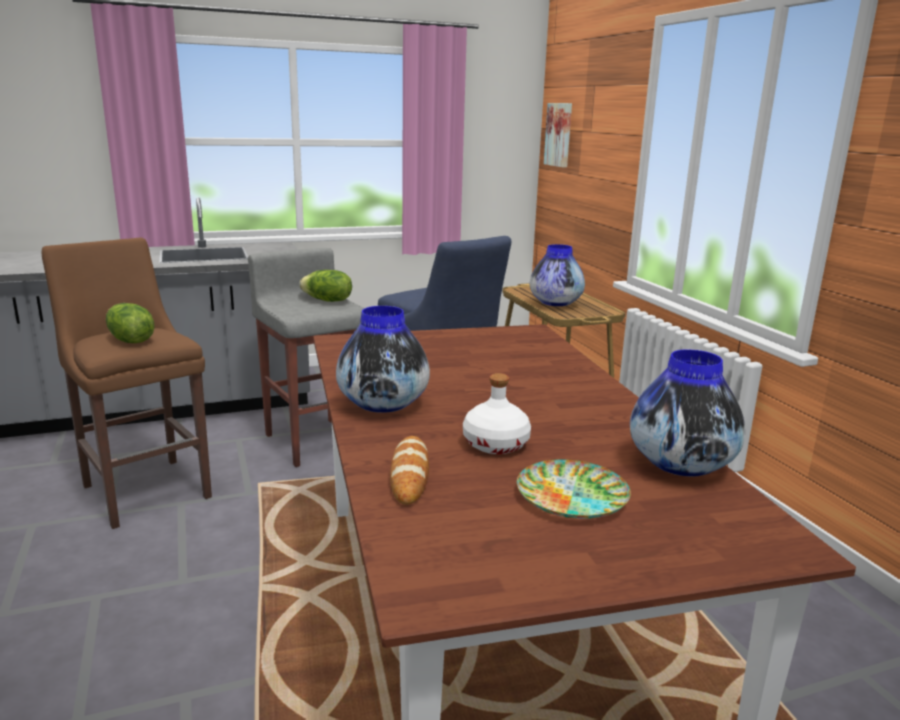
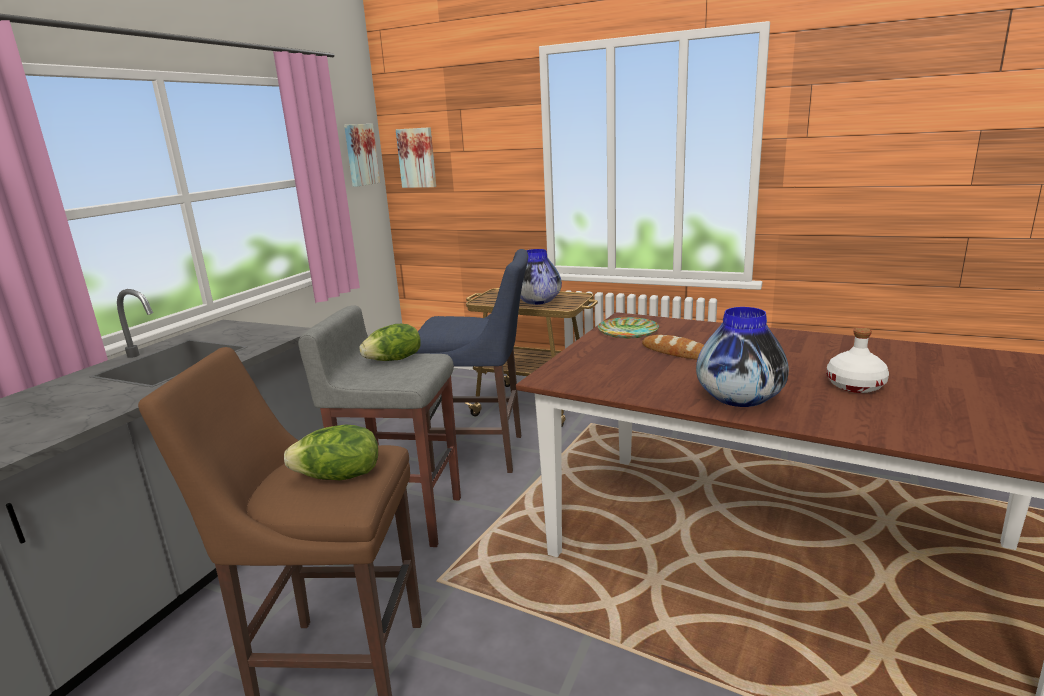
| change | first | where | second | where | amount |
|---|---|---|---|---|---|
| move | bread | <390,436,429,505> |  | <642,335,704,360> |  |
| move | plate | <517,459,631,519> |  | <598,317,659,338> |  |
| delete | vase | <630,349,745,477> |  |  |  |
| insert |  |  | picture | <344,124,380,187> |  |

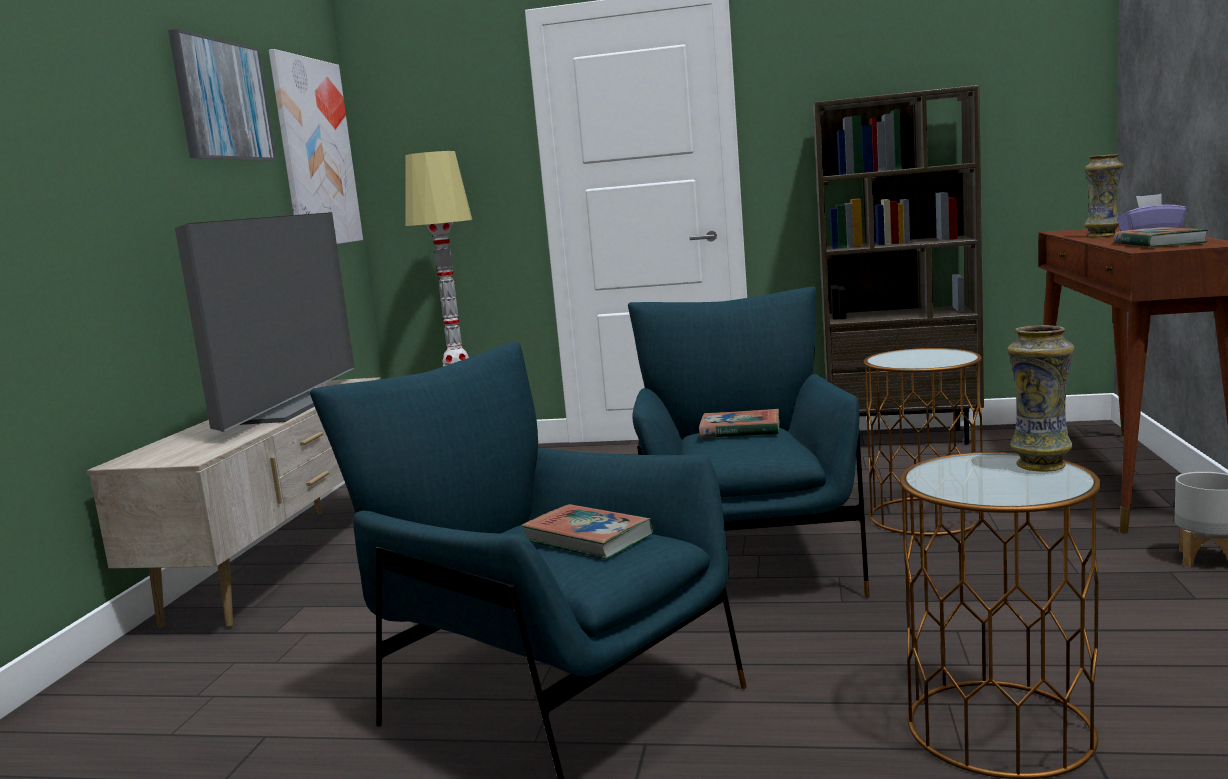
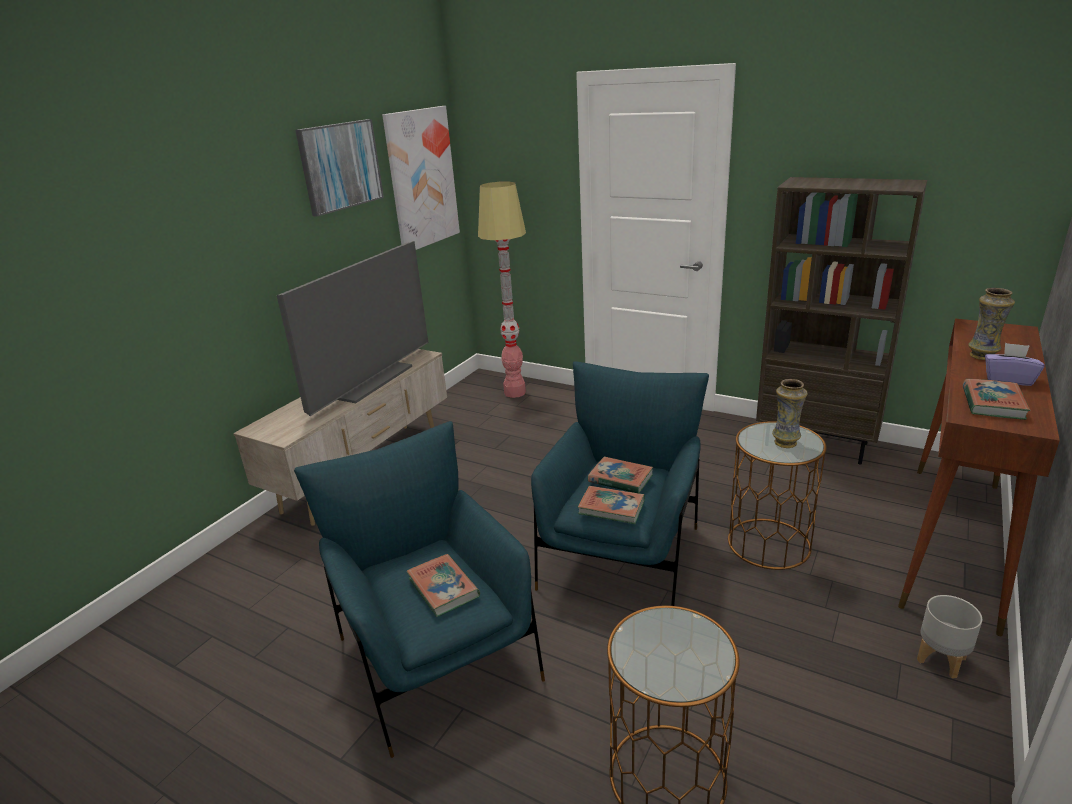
| change | first | where | second | where | amount |
|---|---|---|---|---|---|
| move | vase | <1008,325,1074,472> |  | <772,379,808,448> |  |
| insert |  |  | book | <578,486,645,524> |  |

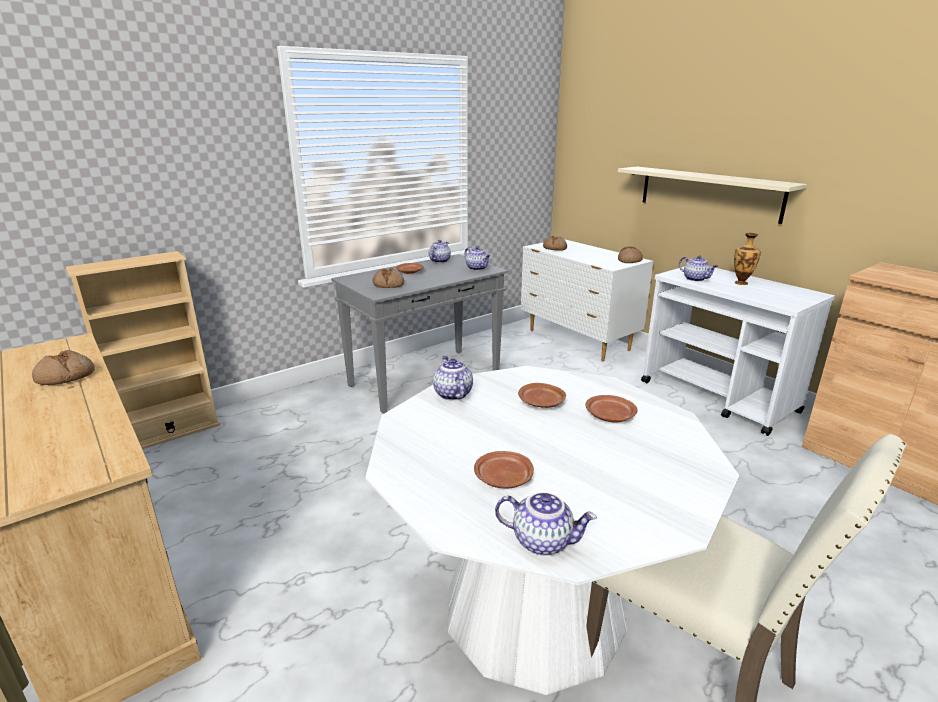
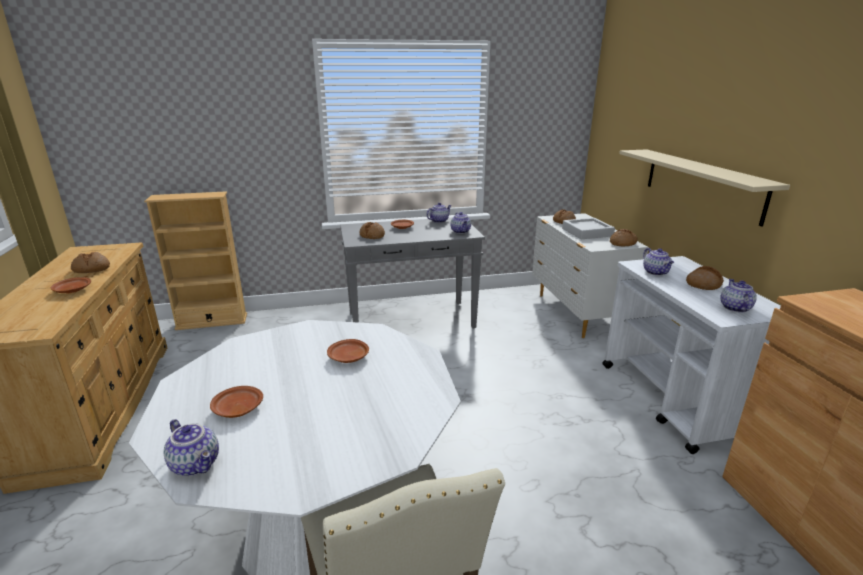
| change | first | where | second | where | amount |
|---|---|---|---|---|---|
| move | teapot | <433,356,473,400> |  | <721,279,757,313> |  |
| move | plate/brown | <586,395,638,423> |  | <51,277,91,294> |  |
| replace | vase | <734,233,761,285> | bread | <686,266,724,290> |  |
| insert |  |  | tray/grey | <562,218,615,239> |  |

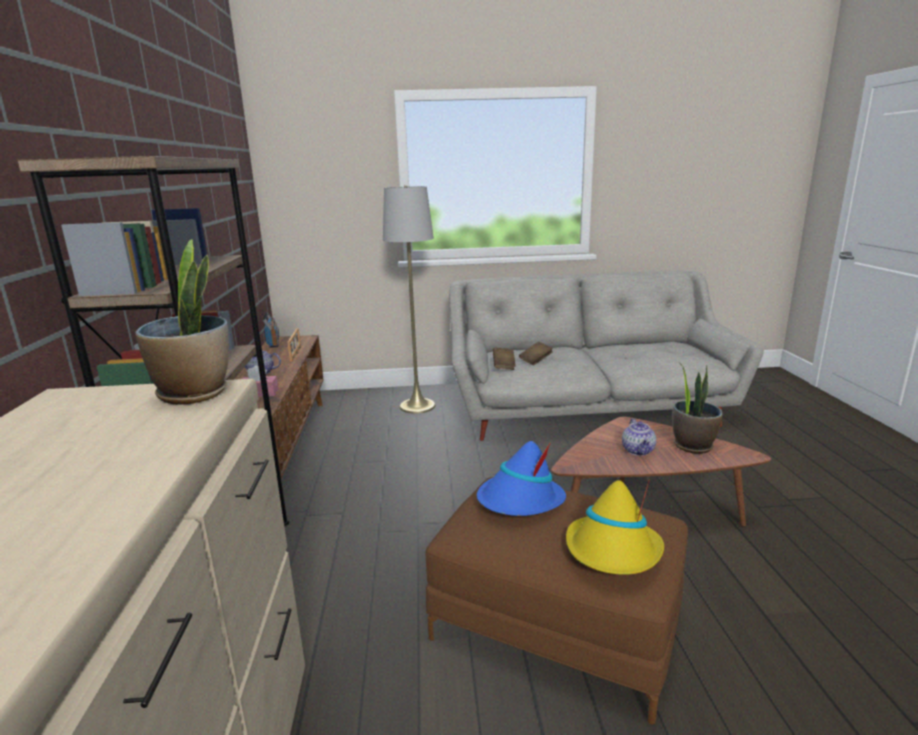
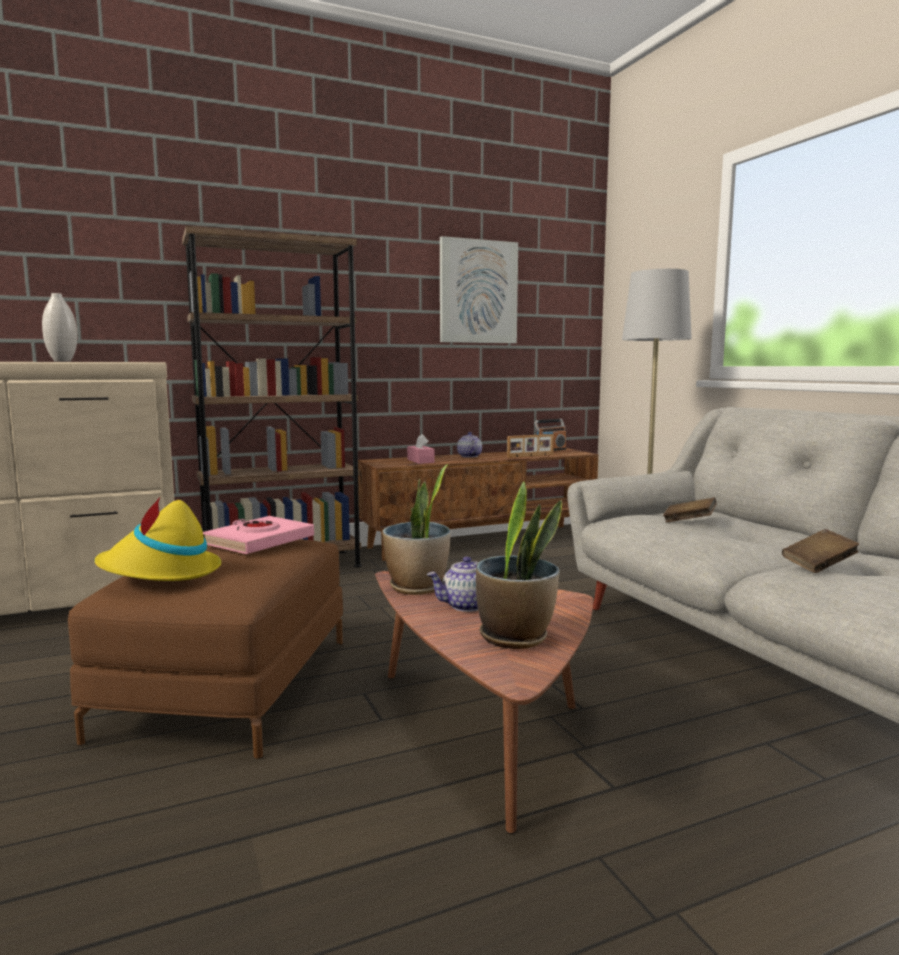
| change | first | where | second | where | amount |
|---|---|---|---|---|---|
| move | potted plant | <136,239,229,405> |  | <382,464,451,595> |  |
| replace | hat/blue | <477,441,566,516> | book/pink | <203,516,314,554> |  |
| move | book/brown | <493,348,516,370> |  | <782,529,859,573> |  |
| insert |  |  | vase/white | <42,293,77,362> |  |
| insert |  |  | picture | <440,236,518,343> |  |

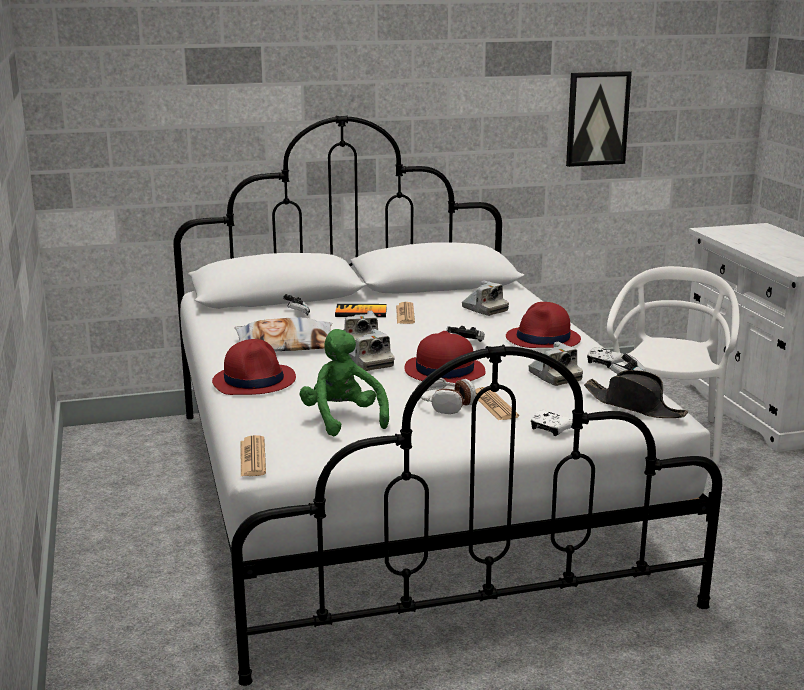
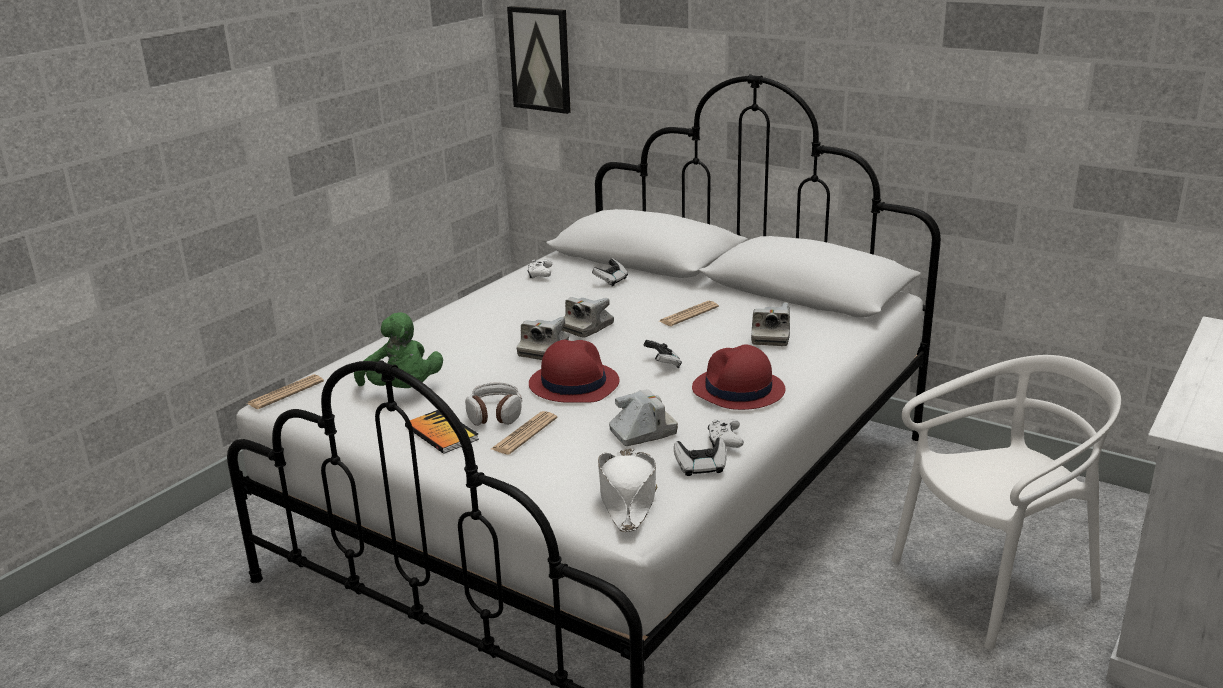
| change | first | where | second | where | amount |
|---|---|---|---|---|---|
| delete | hat/red | <212,339,296,395> |  |  |  |
| delete | pillow | <234,317,332,351> |  |  |  |
| rotate | plush toy/green | <299,329,389,436> |  | <354,312,443,388> | 120 degrees clockwise |
| move | book | <335,304,387,317> |  | <405,410,479,454> |  |
| rotate | photo camera | <528,342,583,386> |  | <609,389,678,446> | 135 degrees counterclockwise |
| move | game controller/white | <531,410,573,436> |  | <527,260,552,279> |  |
| move | picture | <566,71,632,167> |  | <507,6,571,114> |  |
| recolor | hat/black | <584,370,688,418> | hat/white | <598,448,657,532> |  |

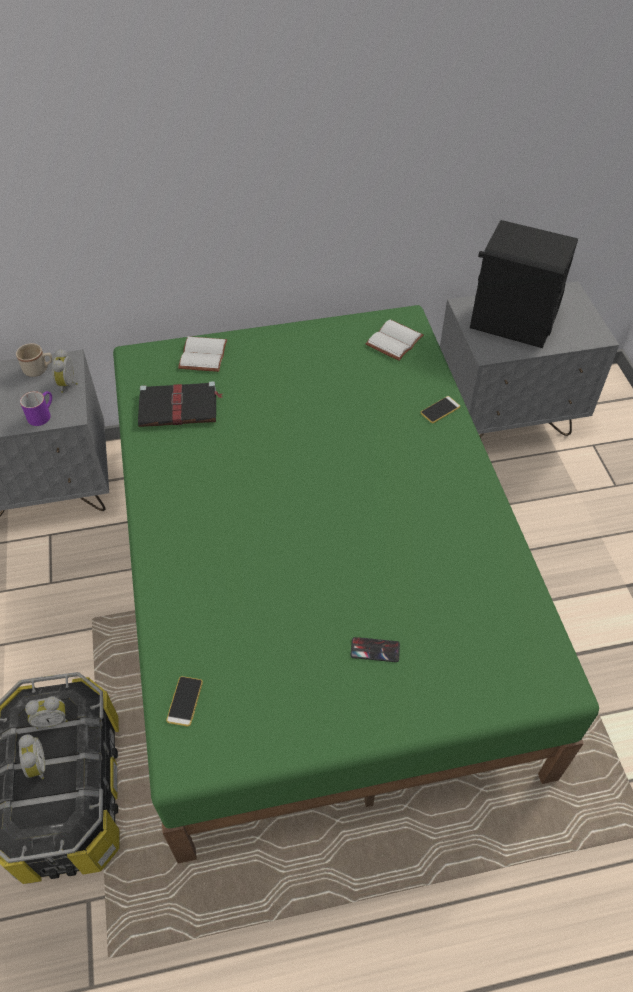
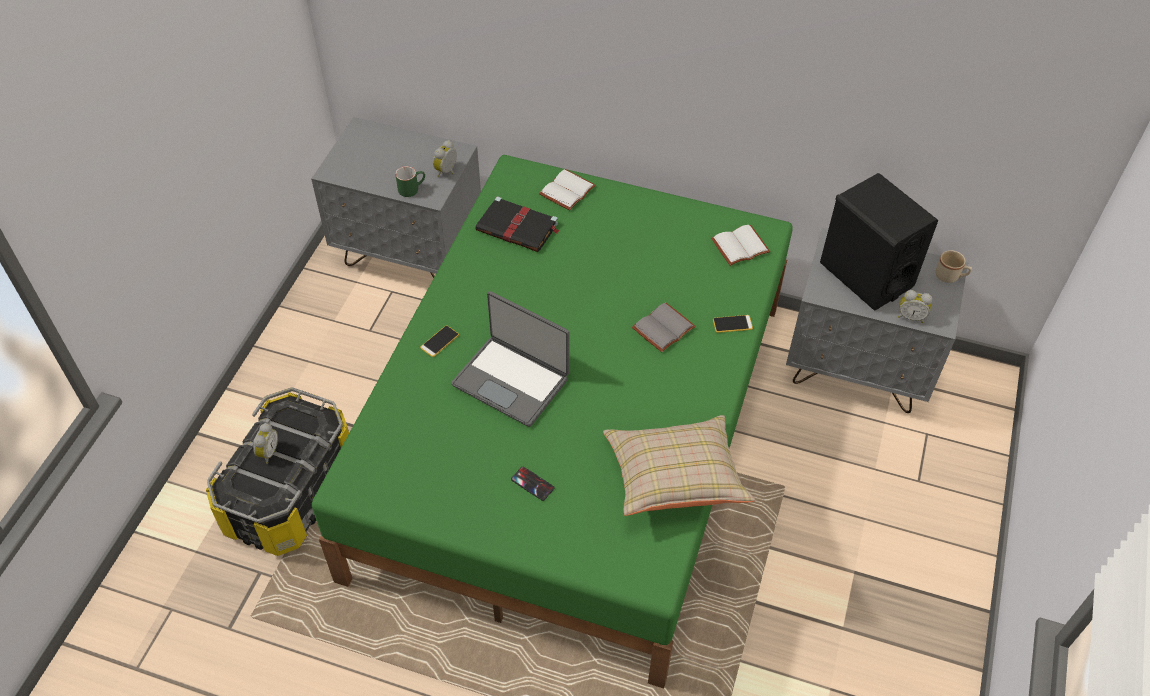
| change | first | where | second | where | amount |
|---|---|---|---|---|---|
| move | mug/beige | <16,343,52,377> |  | <935,250,972,283> |  |
| recolor | mug/purple | <20,391,52,426> | mug/green | <395,166,425,197> |  |
| move | alarm clock | <25,696,68,729> |  | <898,290,932,323> |  |
| move | phone | <166,676,203,726> |  | <420,325,459,357> |  |
| insert |  |  | laptop | <451,291,570,427> |  |
| insert |  |  | pillow/beige | <603,415,755,516> |  |
| insert |  |  | book/grey | <632,302,696,352> |  |

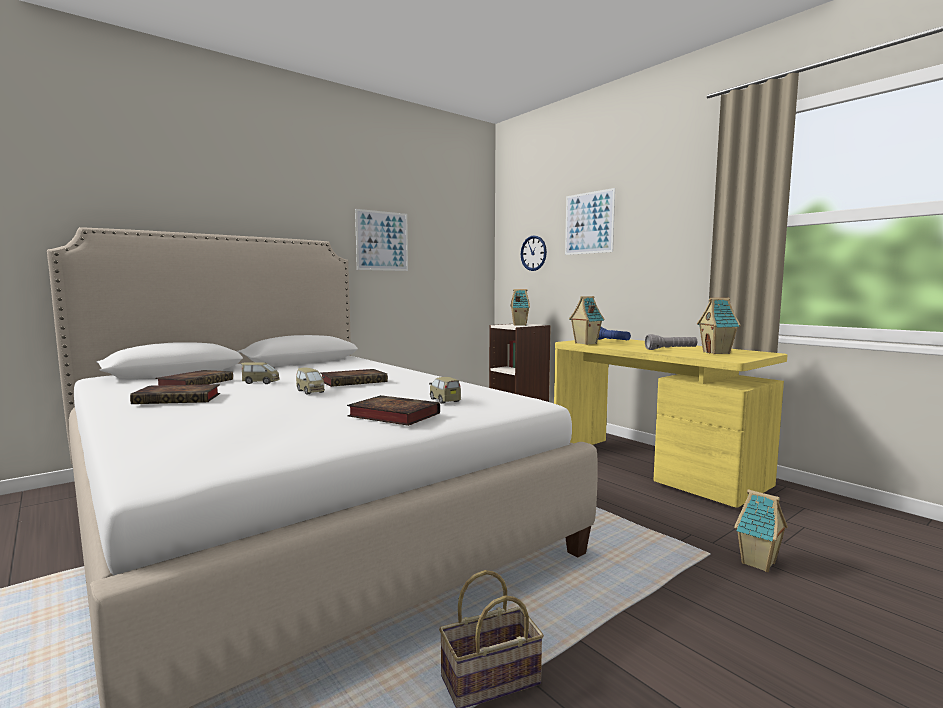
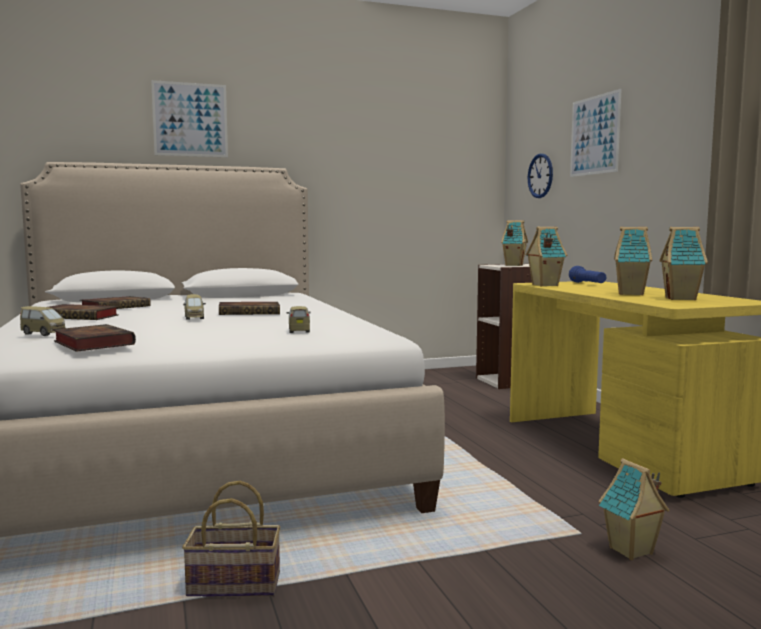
| change | first | where | second | where | amount |
|---|---|---|---|---|---|
| move | toy car | <241,362,280,384> |  | <20,306,65,336> |  |
| move | book | <347,395,440,426> |  | <53,324,136,352> |  |
| move | picture | <355,209,408,271> |  | <151,80,228,157> |  |
| replace | flashlight/grey | <645,334,697,350> | toy house | <614,227,652,295> |  |

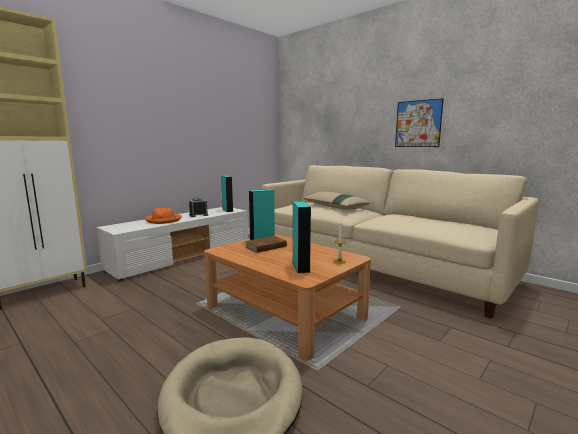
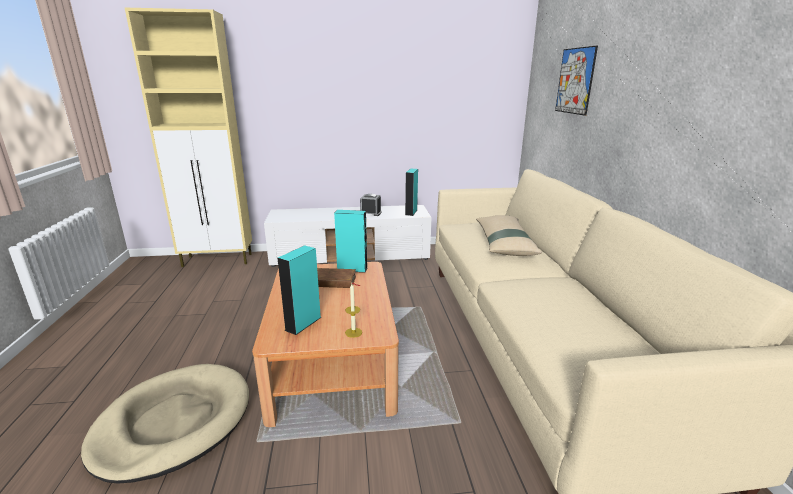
| change | first | where | second | where | amount |
|---|---|---|---|---|---|
| delete | hat/orange | <145,208,182,224> |  |  |  |
| move | picture | <395,98,444,147> |  | <555,46,598,116> |  |

